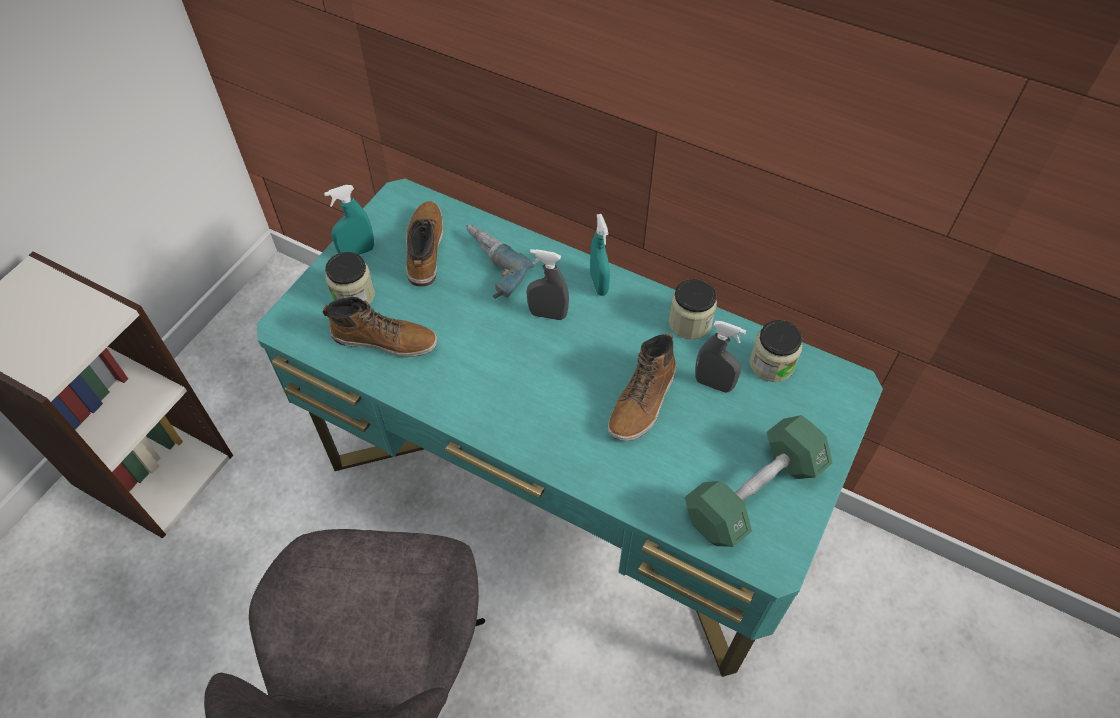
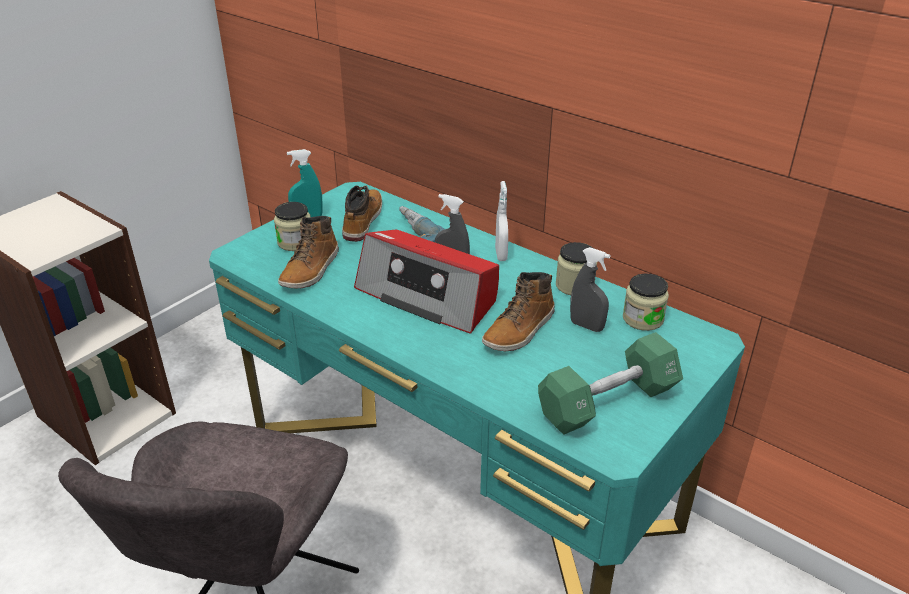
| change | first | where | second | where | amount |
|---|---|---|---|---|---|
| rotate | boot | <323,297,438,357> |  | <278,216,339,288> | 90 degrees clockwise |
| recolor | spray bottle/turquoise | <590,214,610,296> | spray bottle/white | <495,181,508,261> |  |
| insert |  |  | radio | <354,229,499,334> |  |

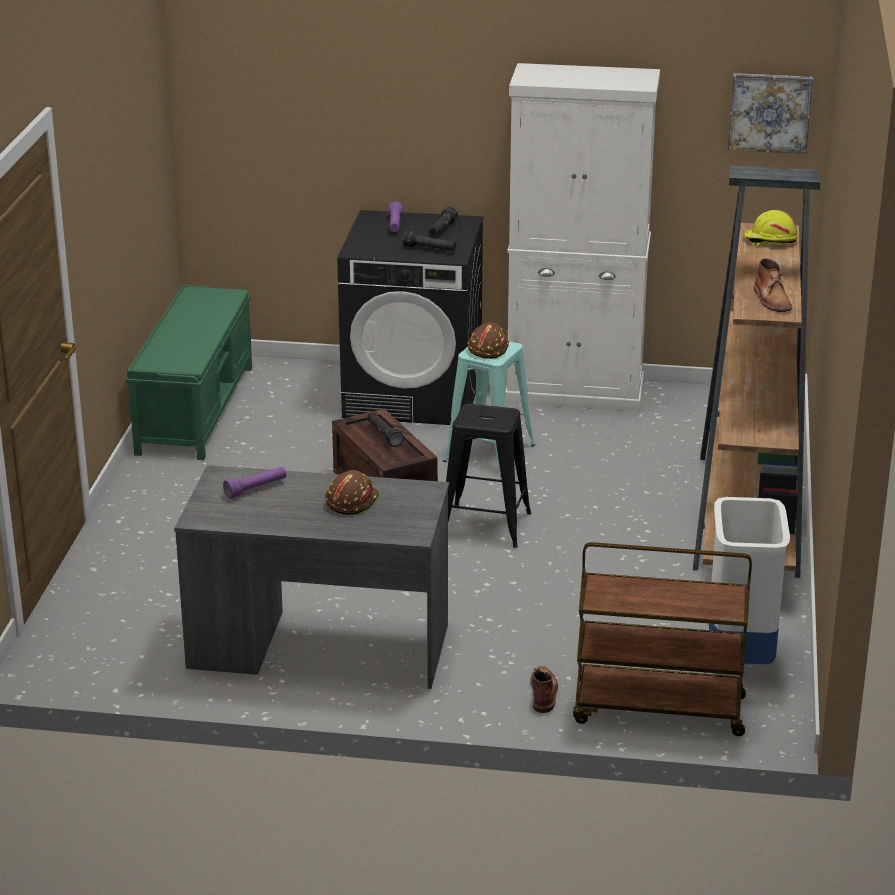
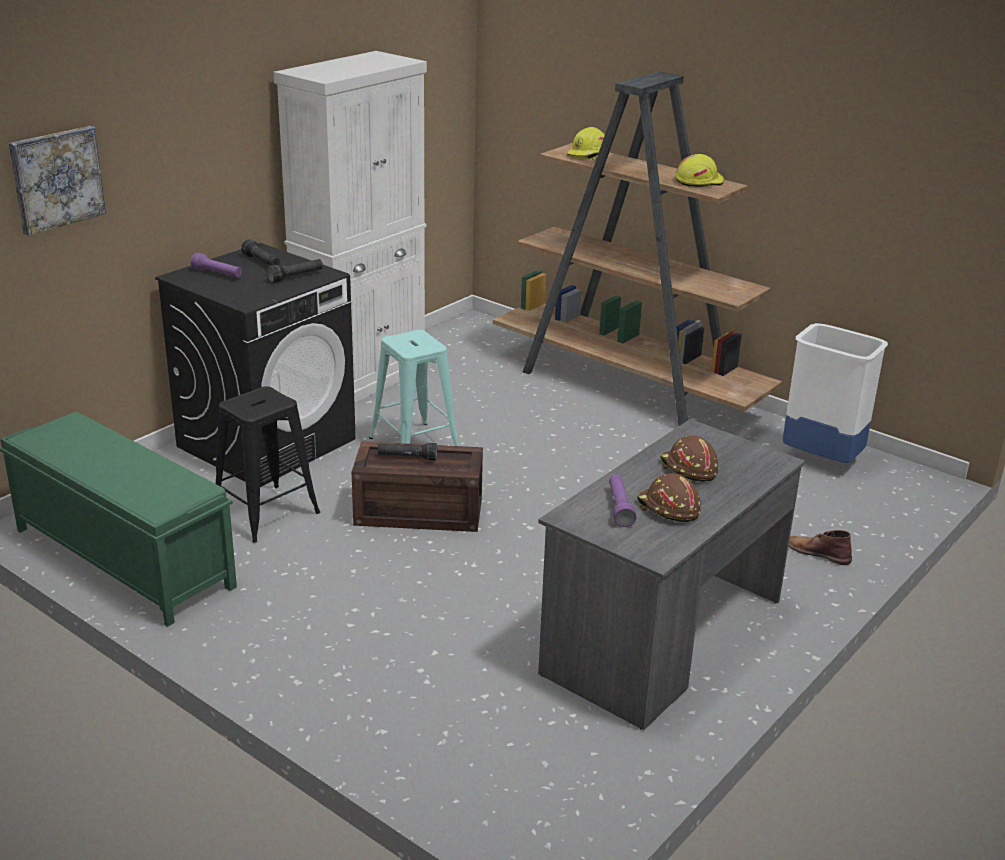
| change | first | where | second | where | amount |
|---|---|---|---|---|---|
| move | stool/black | <446,403,531,548> |  | <216,386,320,543> |  |
| move | hard hat/brown | <468,322,509,359> |  | <637,473,701,522> |  |
| delete | cart/brown | <573,542,752,736> |  |  |  |
| move | picture | <728,73,813,154> |  | <9,126,106,235> |  |
| replace | boot/brown | <754,258,792,312> | hard hat/yellow | <675,154,724,187> |  |

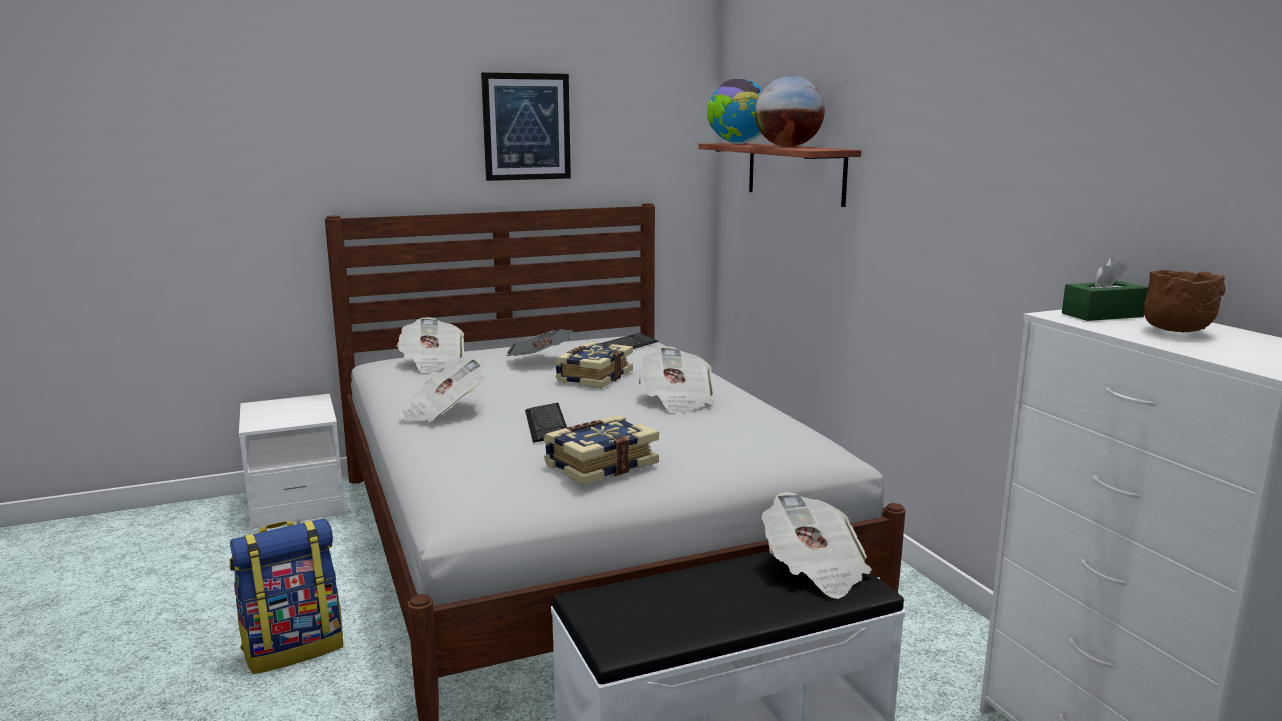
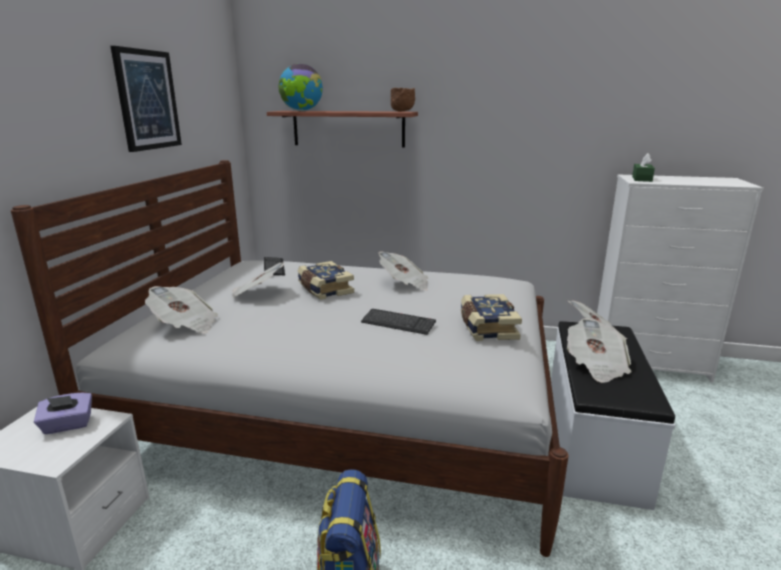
| change | first | where | second | where | amount |
|---|---|---|---|---|---|
| move | newspaper | <399,359,484,422> |  | <567,318,631,383> |  |
| delete | globe | <755,75,825,147> |  |  |  |
| move | bowl/brown | <1144,270,1226,332> |  | <391,88,415,112> |  |
| insert |  |  | tissue box/purple | <34,393,92,434> |  |

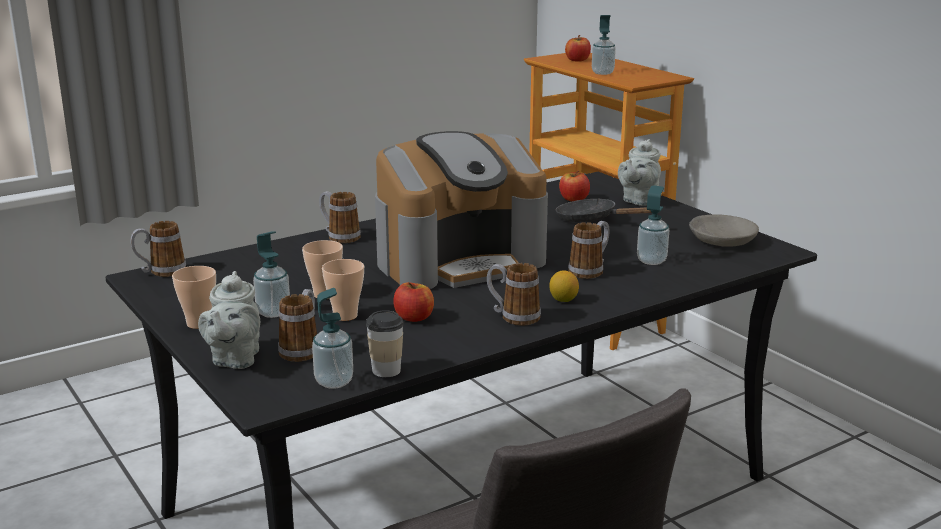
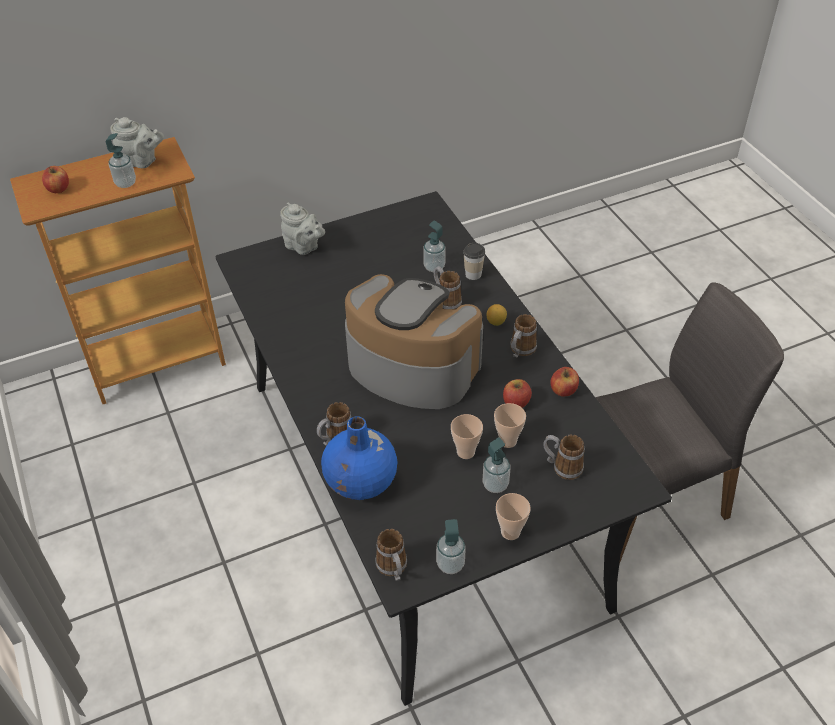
| change | first | where | second | where | amount |
|---|---|---|---|---|---|
| move | teapot/grey | <198,271,260,369> |  | <110,117,164,168> |  |
| move | soap dispenser | <312,288,353,389> |  | <436,519,466,574> |  |
| move | cup | <366,310,404,377> |  | <463,243,485,280> |  |
| rotate | coffee machine | <375,131,548,289> |  | <345,274,483,409> | 45 degrees counterclockwise |
| delete | frying pan/black | <556,198,652,222> |  |  |  |
| move | apple | <559,170,590,201> |  | <551,367,579,396> |  |
| delete | bowl/grey | <689,214,759,247> |  |  |  |
| insert |  |  | vase/blue | <321,416,397,500> |  |

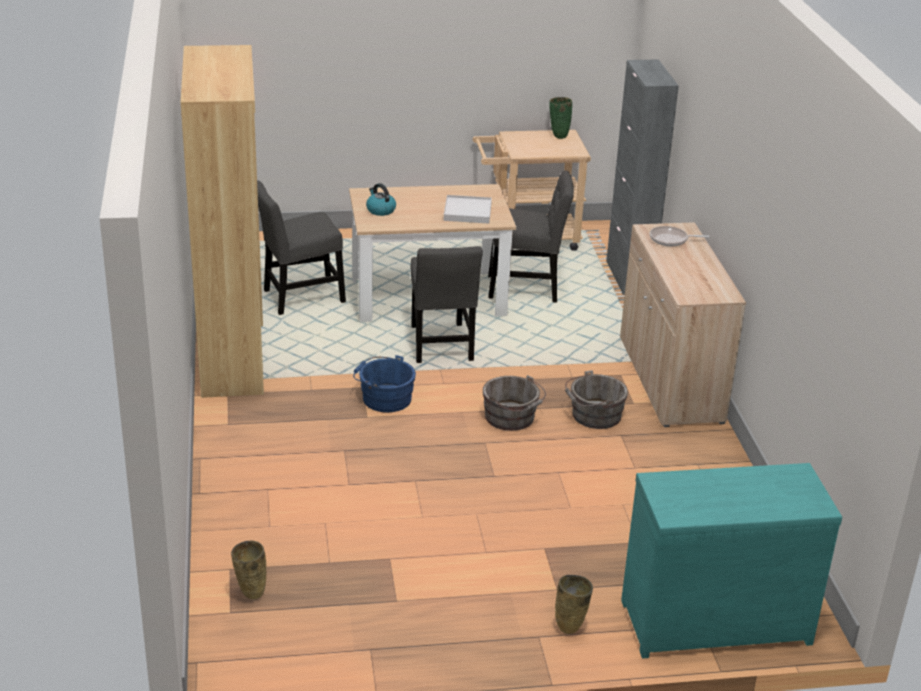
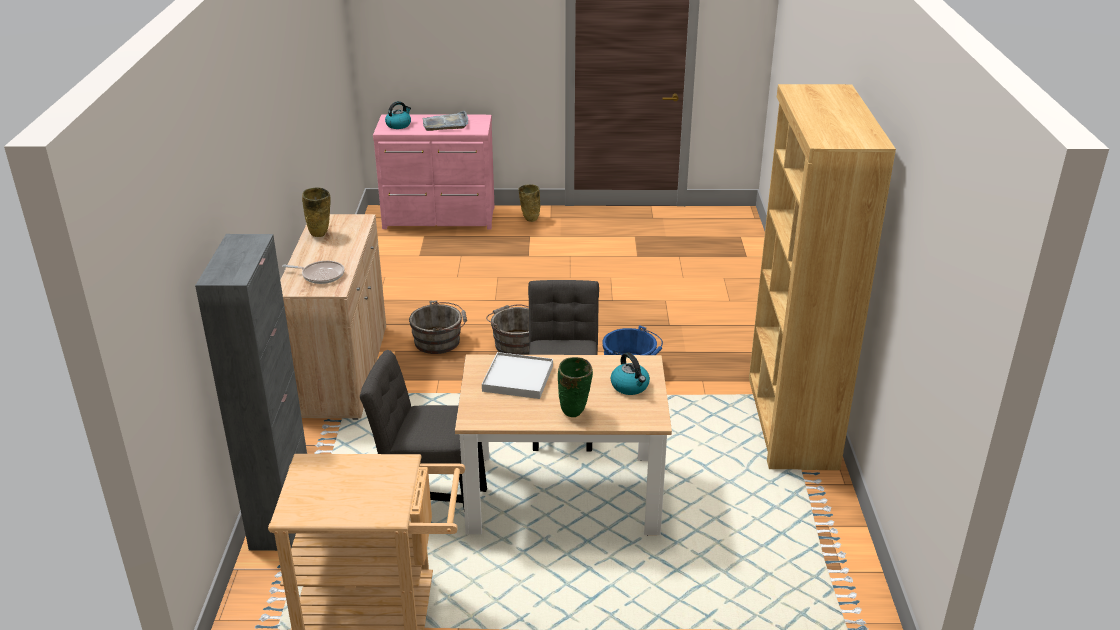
| change | first | where | second | where | amount |
|---|---|---|---|---|---|
| move | vase/beige | <231,541,266,600> |  | <302,188,331,237> |  |
| delete | chair/grey | <257,180,346,315> |  |  |  |
| move | vase/green | <549,97,572,139> |  | <558,357,593,417> |  |
| recolor | dresser/turquoise | <621,463,842,658> | dresser/pink | <373,114,495,230> |  |
| insert |  |  | kettle | <385,101,411,129> |  |
| insert |  |  | tray/grey | <423,110,468,131> |  |

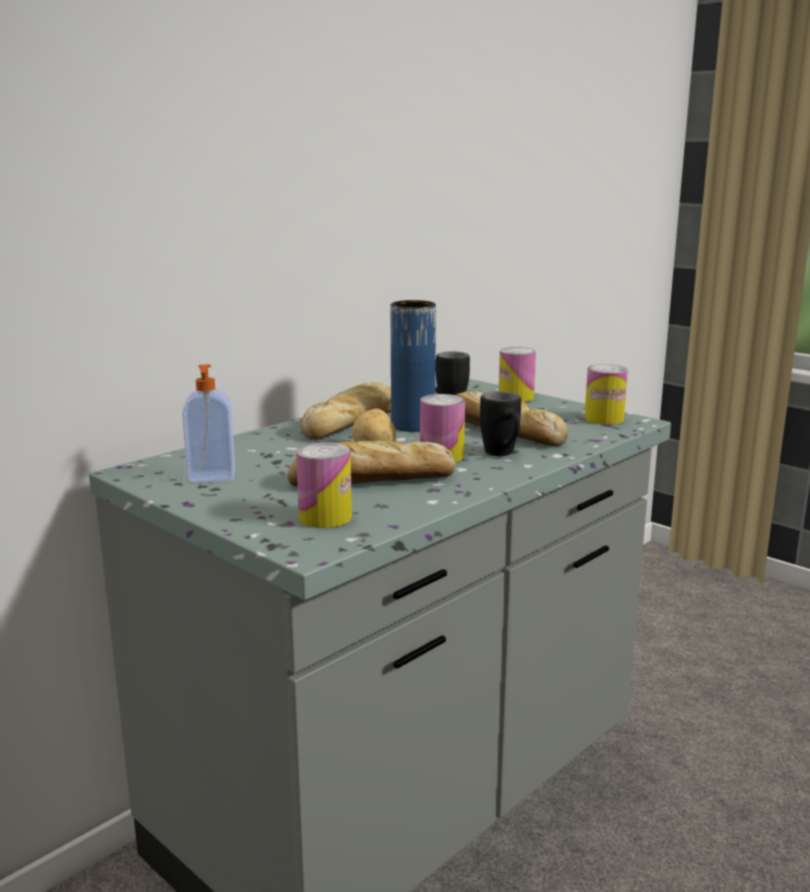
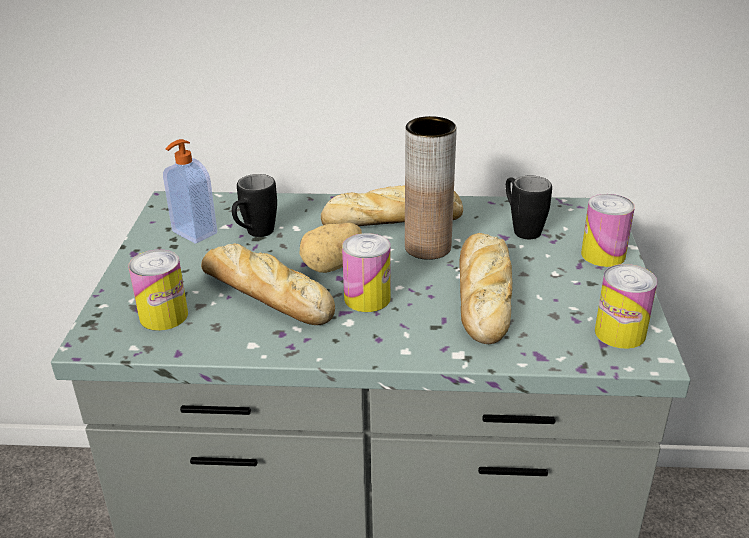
| change | first | where | second | where | amount |
|---|---|---|---|---|---|
| recolor | vase/blue | <391,300,436,432> | vase/brown | <405,116,457,260> |  |
| move | mug/black | <480,391,521,456> |  | <232,174,277,237> |  |

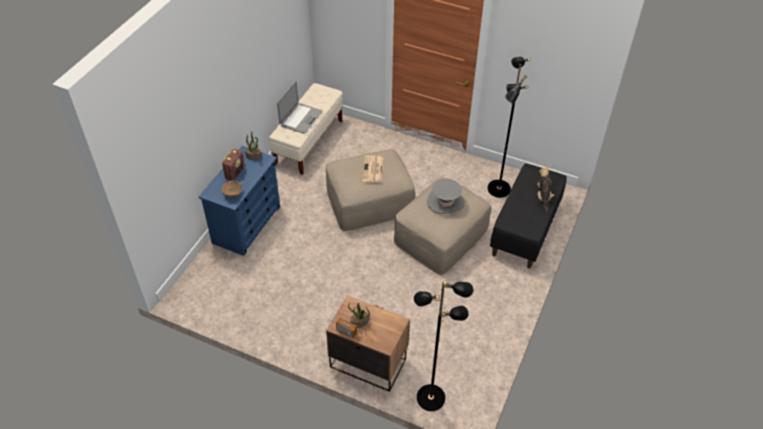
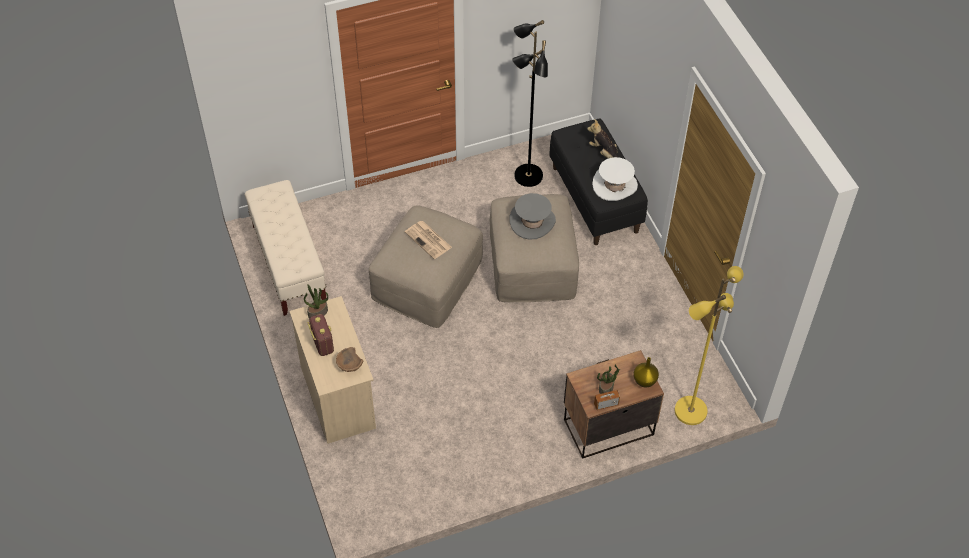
| change | first | where | second | where | amount |
|---|---|---|---|---|---|
| recolor | dresser/blue | <199,146,280,256> | dresser/beige | <289,296,376,444> |  |
| delete | laptop | <277,81,323,134> |  |  |  |
| recolor | floor lamp/black | <414,281,473,411> | floor lamp/yellow | <675,266,744,425> |  |
| insert |  |  | hat/white | <592,157,638,201> |  |
| insert |  |  | vase/yellow | <634,357,659,388> |  |

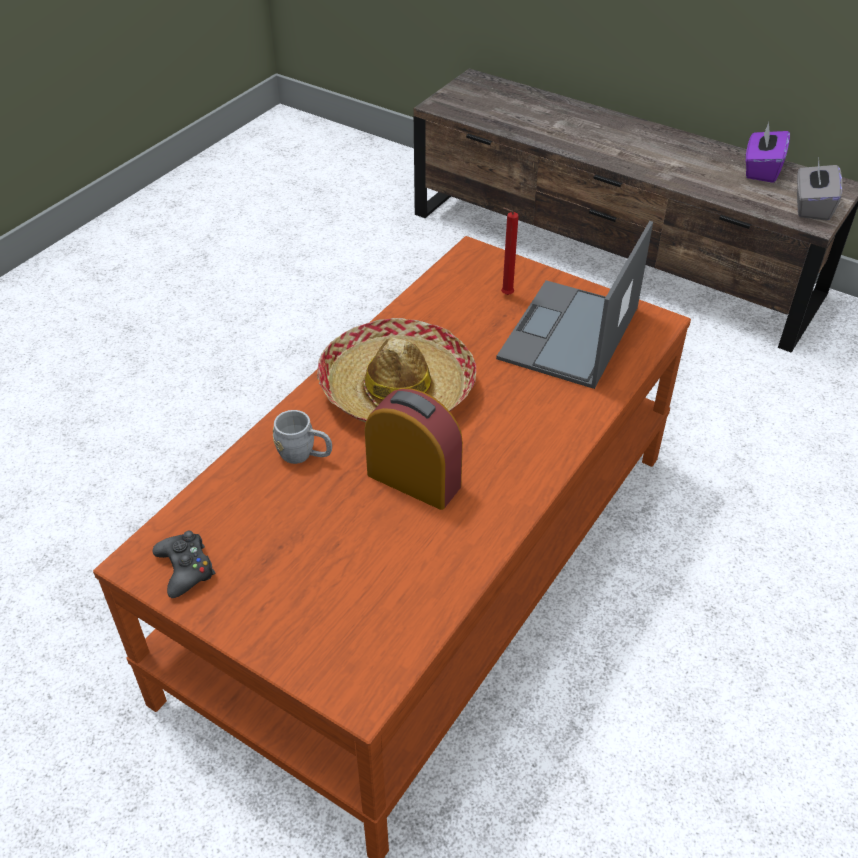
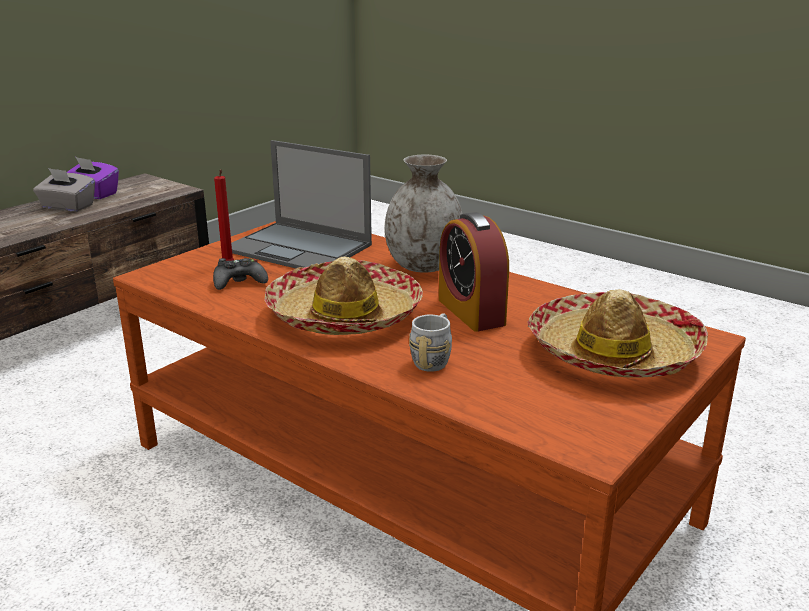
| change | first | where | second | where | amount |
|---|---|---|---|---|---|
| move | game controller/black | <153,531,216,598> |  | <213,258,268,290> |  |
| rotate | alarm clock | <365,388,463,510> |  | <439,212,509,332> | 60 degrees counterclockwise |
| move | tissue box/grey | <797,159,842,221> |  | <33,168,95,212> |  |
| insert |  |  | vase/grey | <385,155,463,272> |  |
| insert |  |  | hat | <528,289,708,378> |  |

